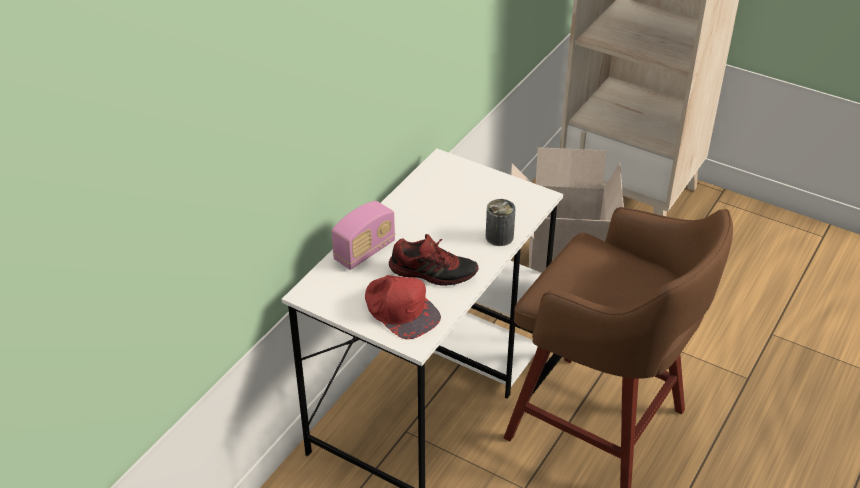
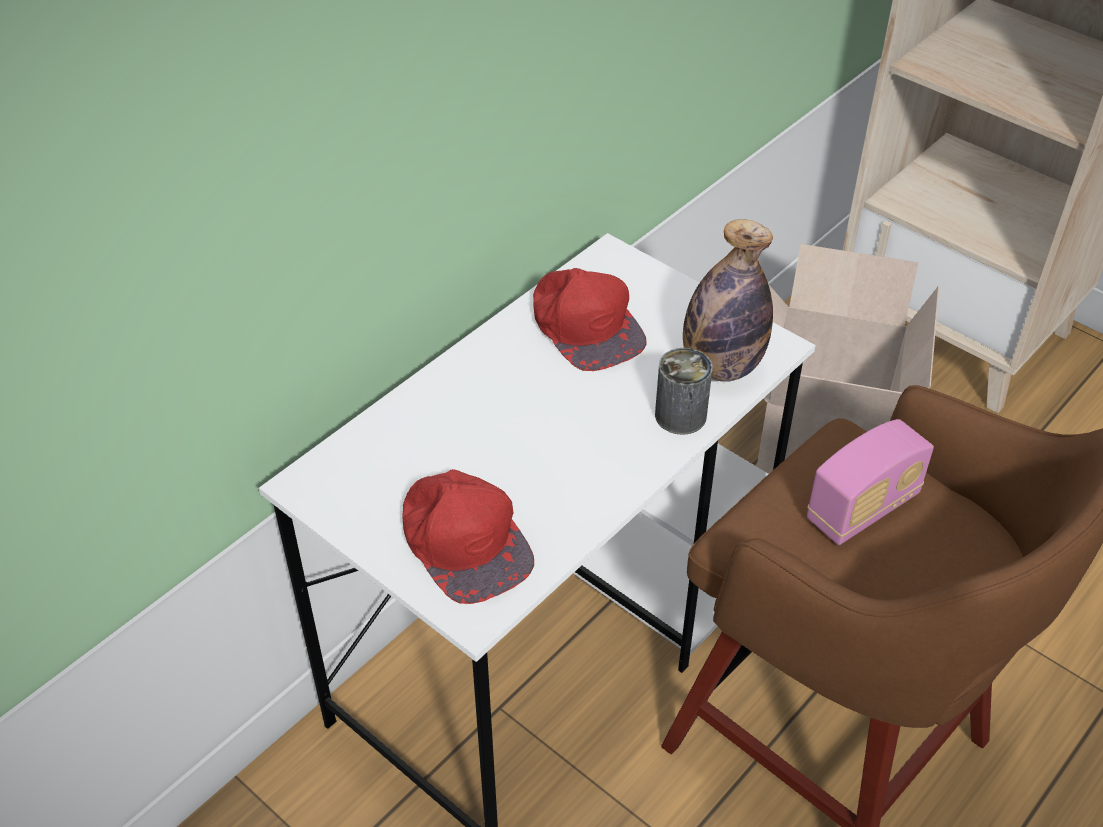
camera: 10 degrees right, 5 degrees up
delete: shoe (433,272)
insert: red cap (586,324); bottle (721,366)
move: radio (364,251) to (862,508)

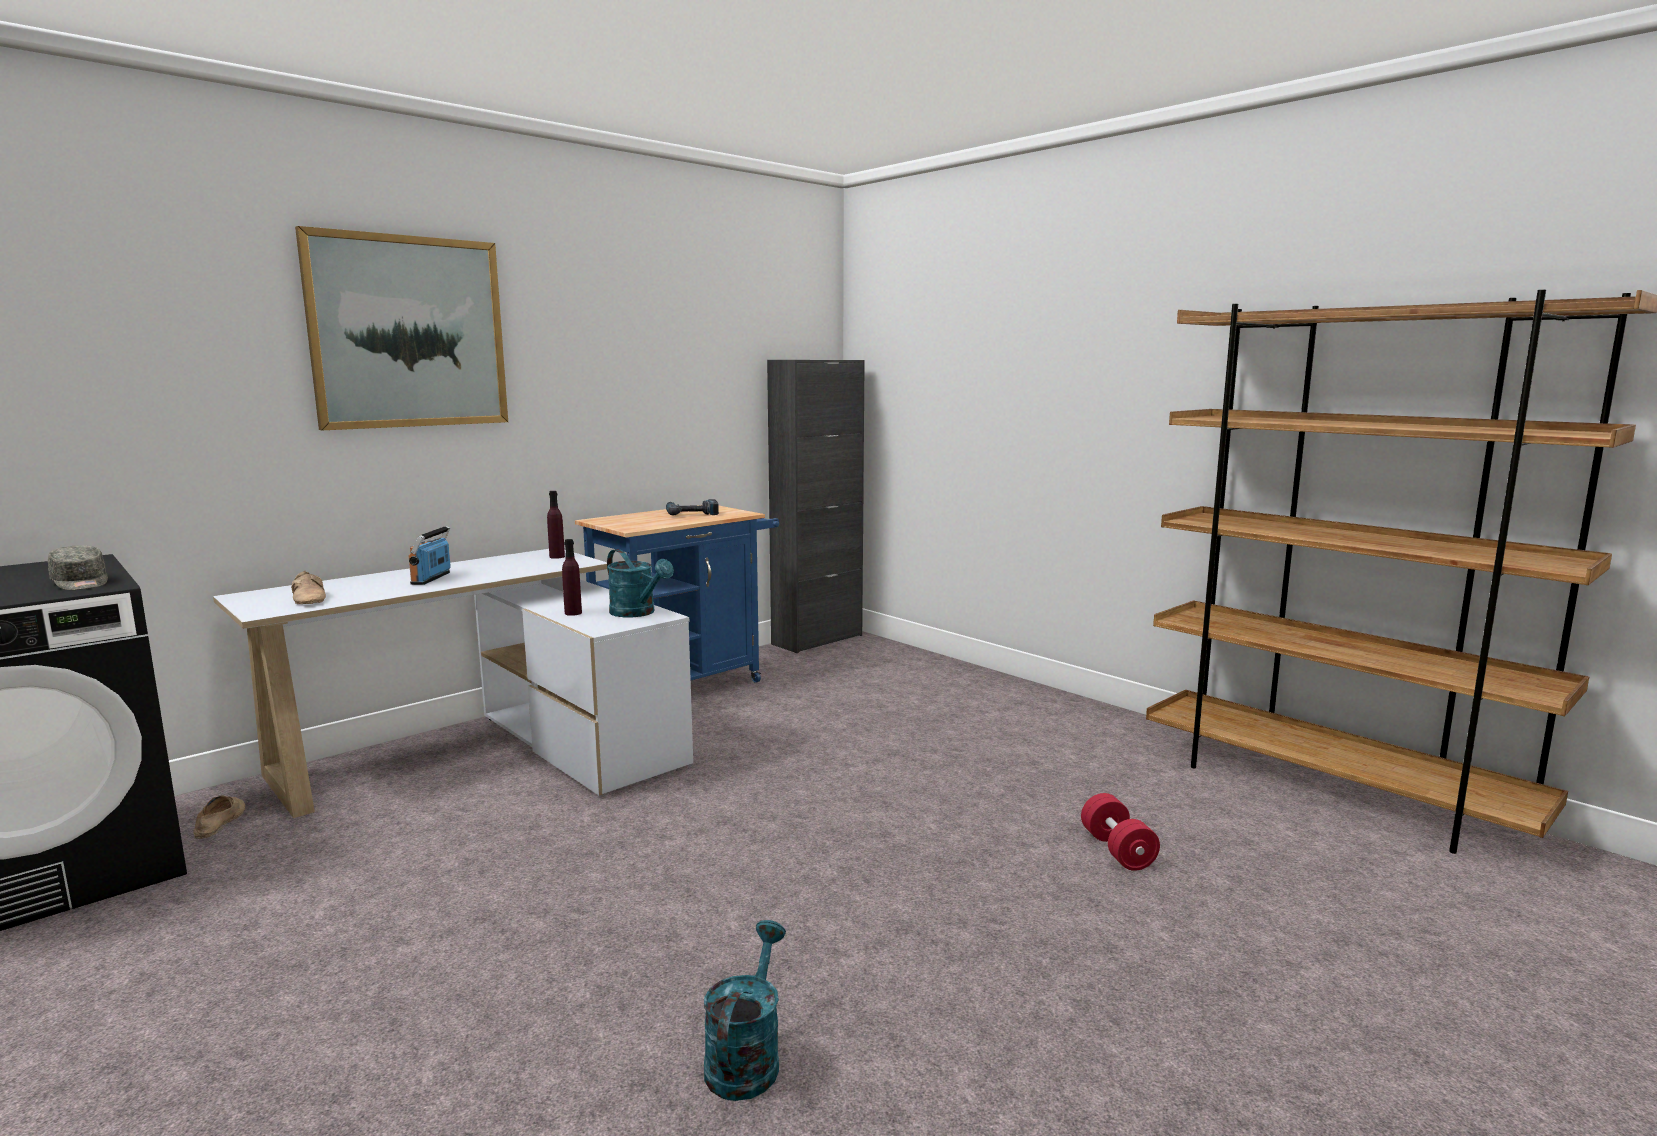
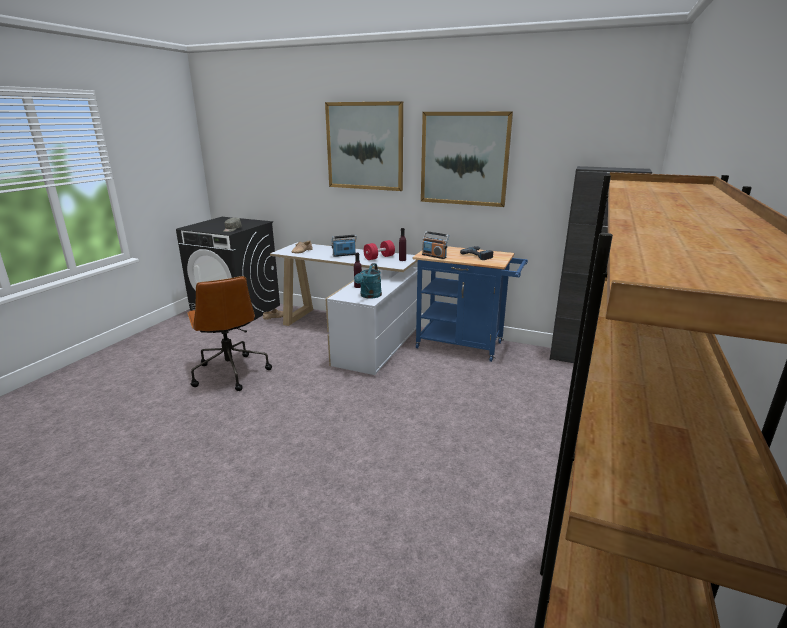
camera: 65 degrees right, 10 degrees up
delete: turquoise watering can (746,1058)
insert: brown office chair (230,372); picture (464,159); radio (434,256)
move: red dumbbell (1117,850) to (379,257)

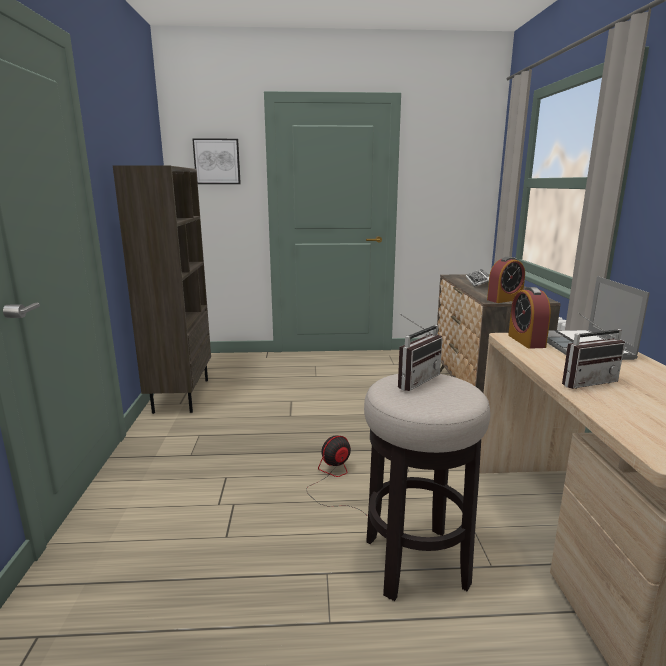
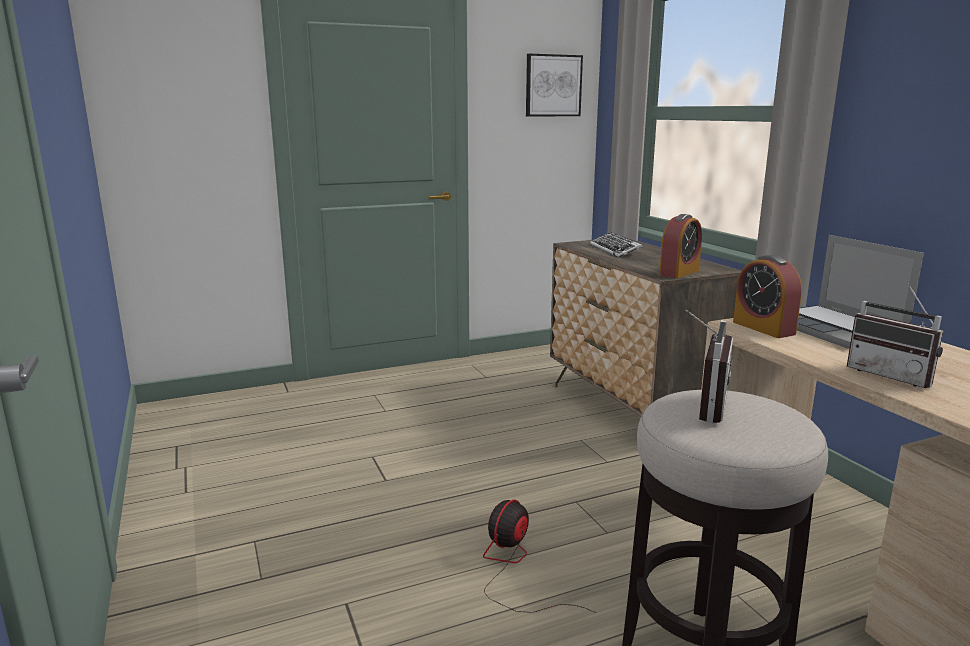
camera: 20 degrees left, 0 degrees up
delete: brown bookcase (181,395)
move: picture (217,161) to (553,85)
rotate: radio (584,381) = (893,375) 90 degrees clockwise

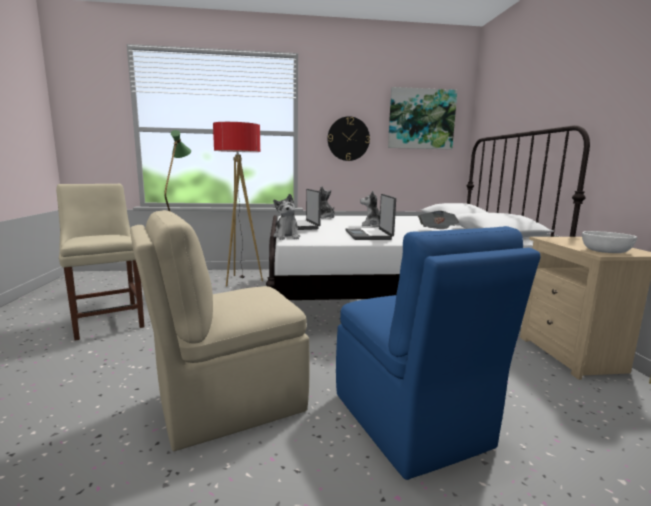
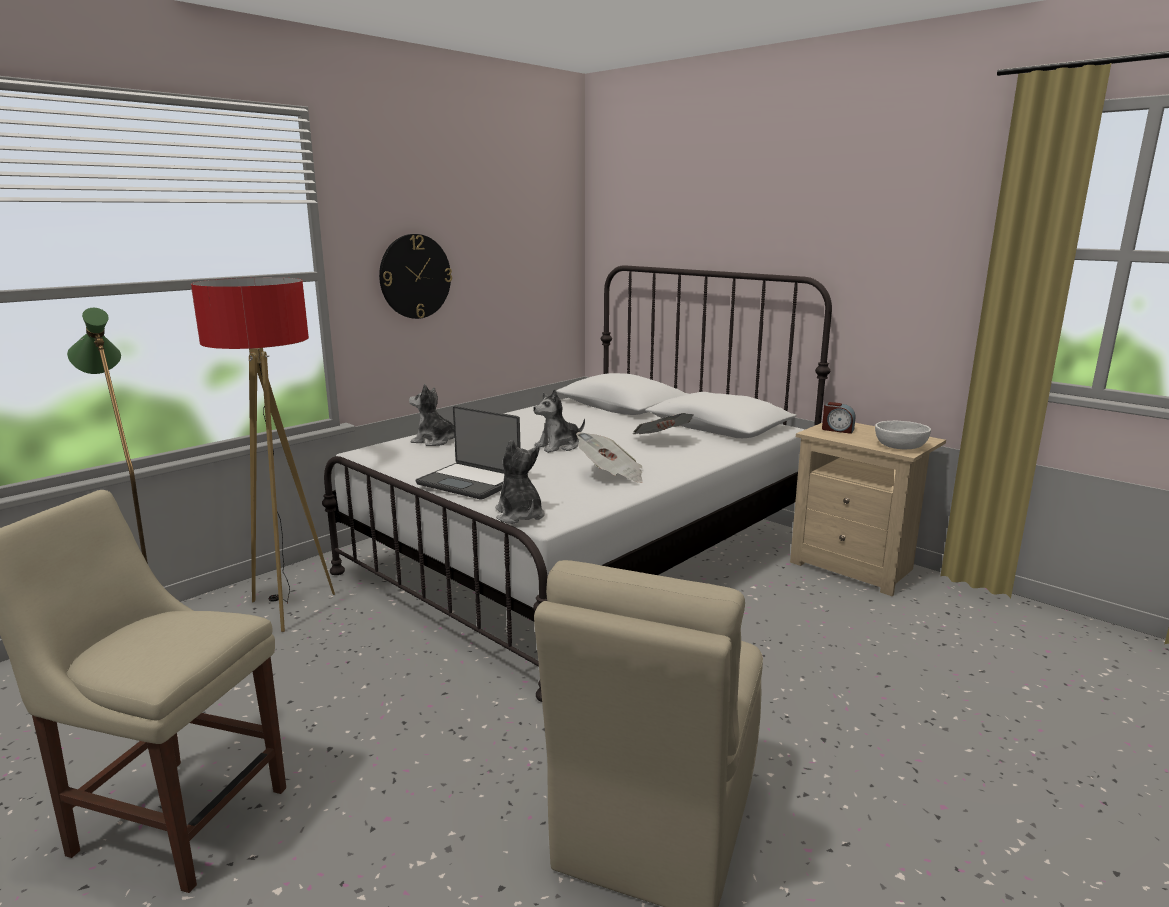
camera: 40 degrees left, 5 degrees up
delete: blue chair (411,422); picture (421,119)
insert: alarm clock (837,430)
replace: laptop (369,235) to newspaper (611,475)
rotate: plush toy (287,237) = (519,515) 150 degrees counterclockwise

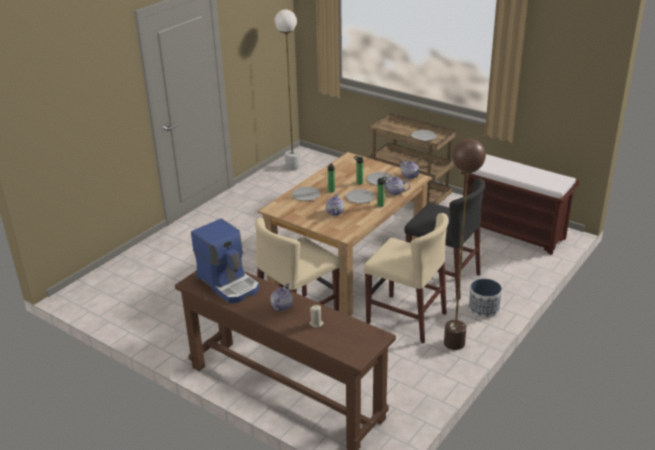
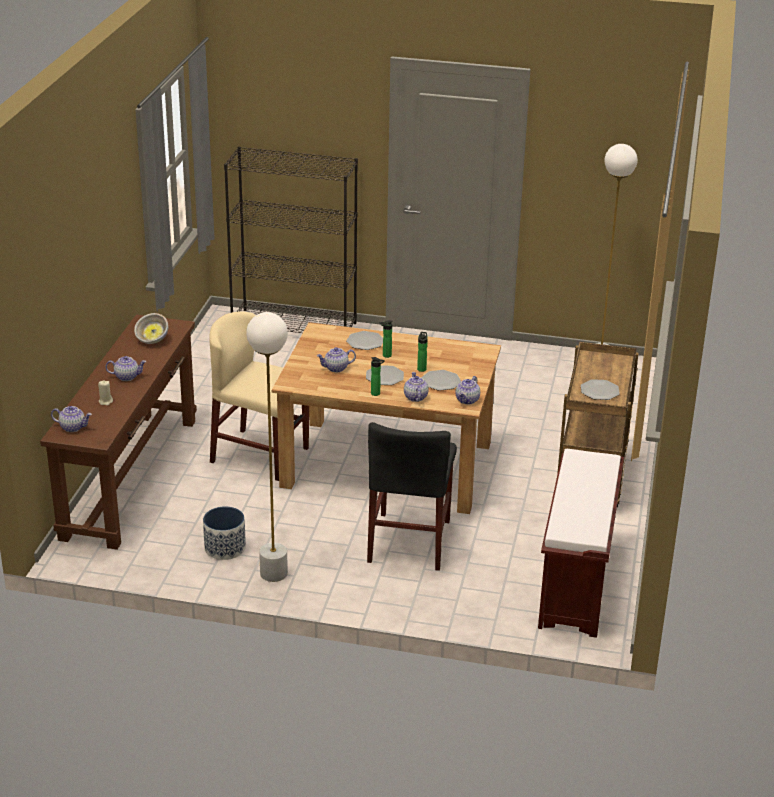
camera: 65 degrees right, 0 degrees up
delete: beige chair (406,318)
insert: teapot (73,427); black bookcase (295,326)
move: planter (484,309) to (225,548)
replace: coffee machine (229,283) to bowl (152,340)
recolor: brown floor lamp (454,343) to white floor lamp (273,573)

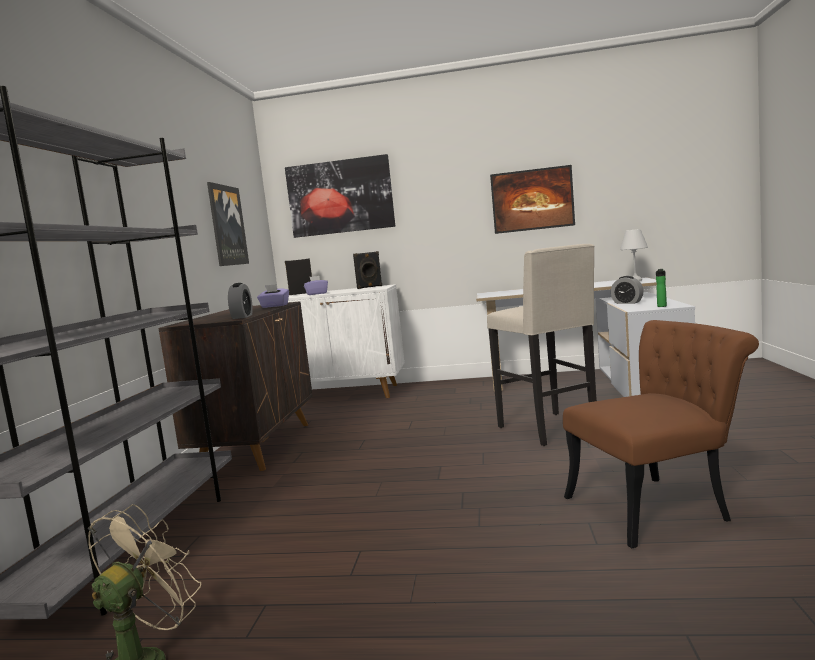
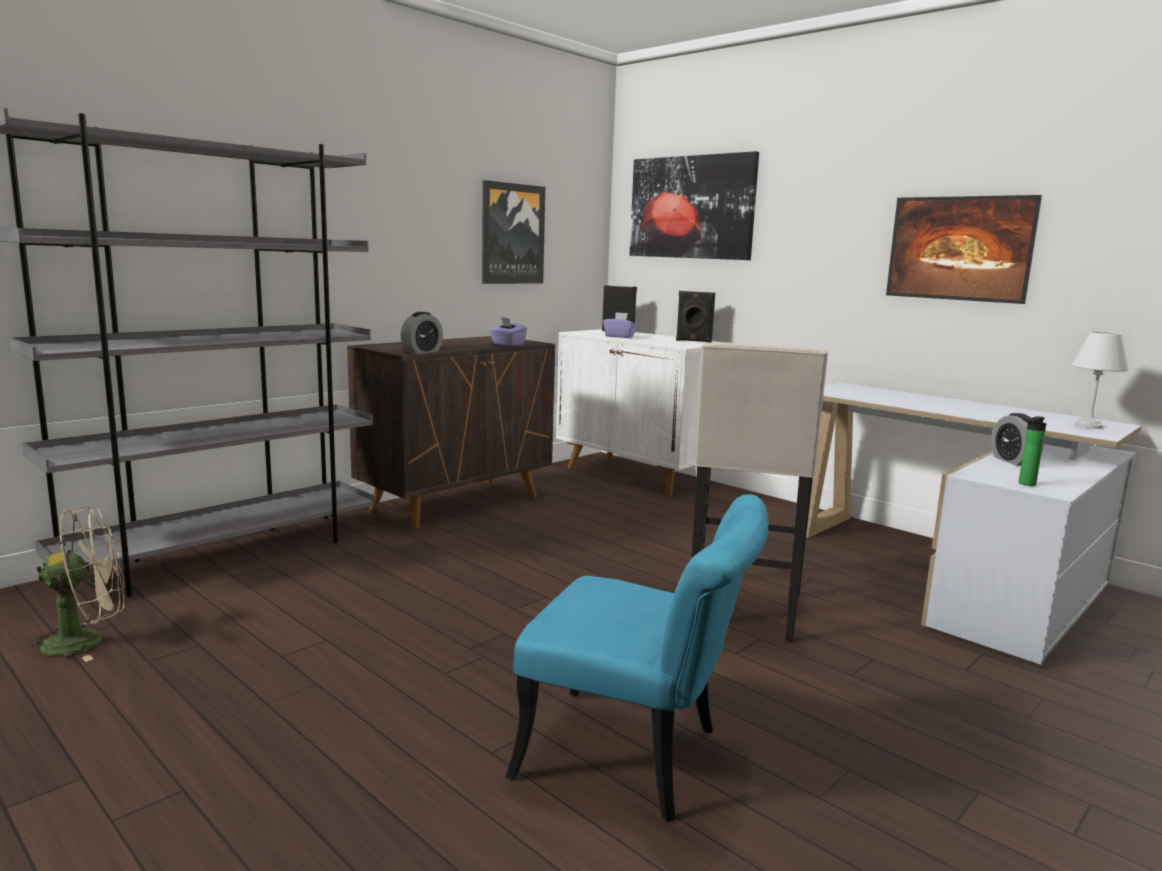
camera: 35 degrees right, 5 degrees up
recolor: brown chair (658,506) to turquoise chair (639,757)

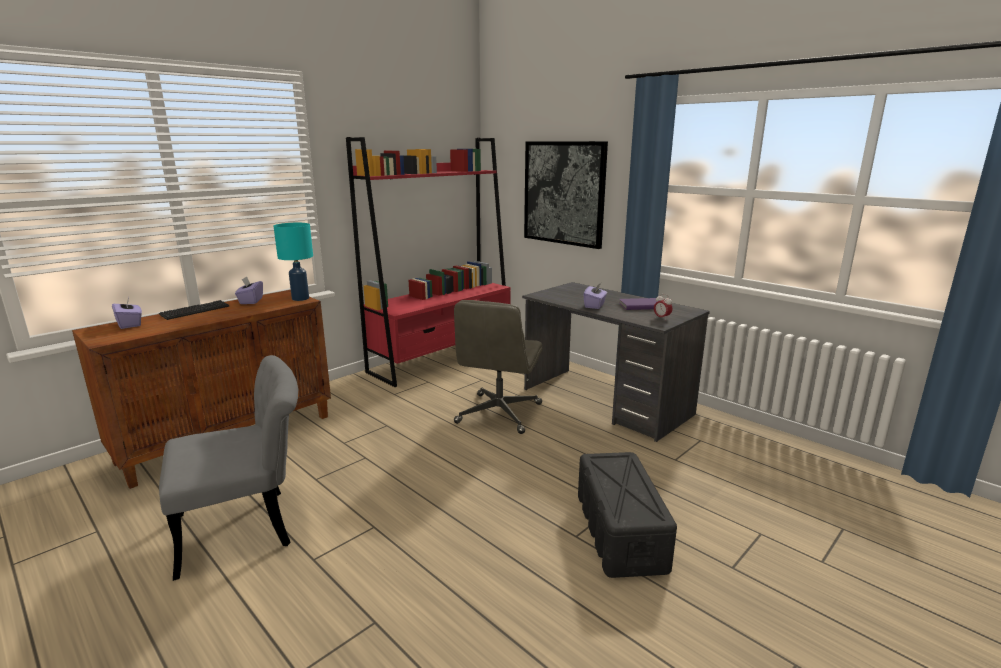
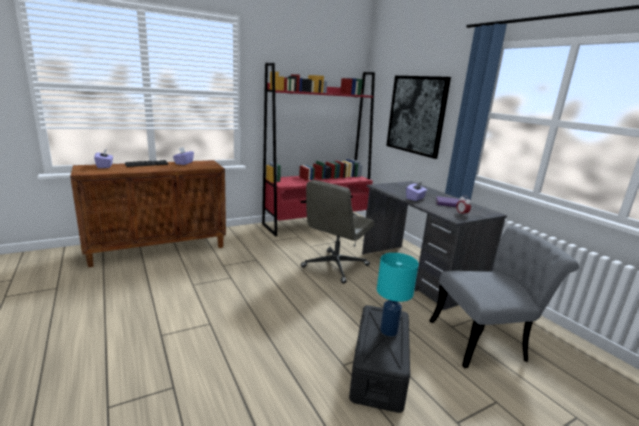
camera: 15 degrees right, 0 degrees up
move: grey chair (248,526) to (485,340); turquoise table lamp (301,298) to (389,330)

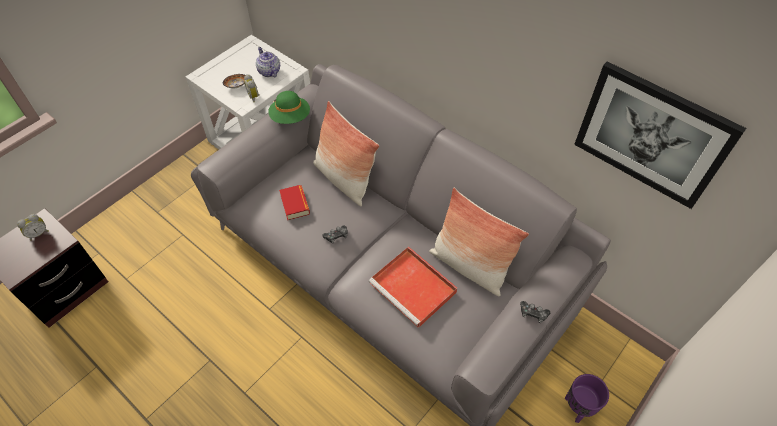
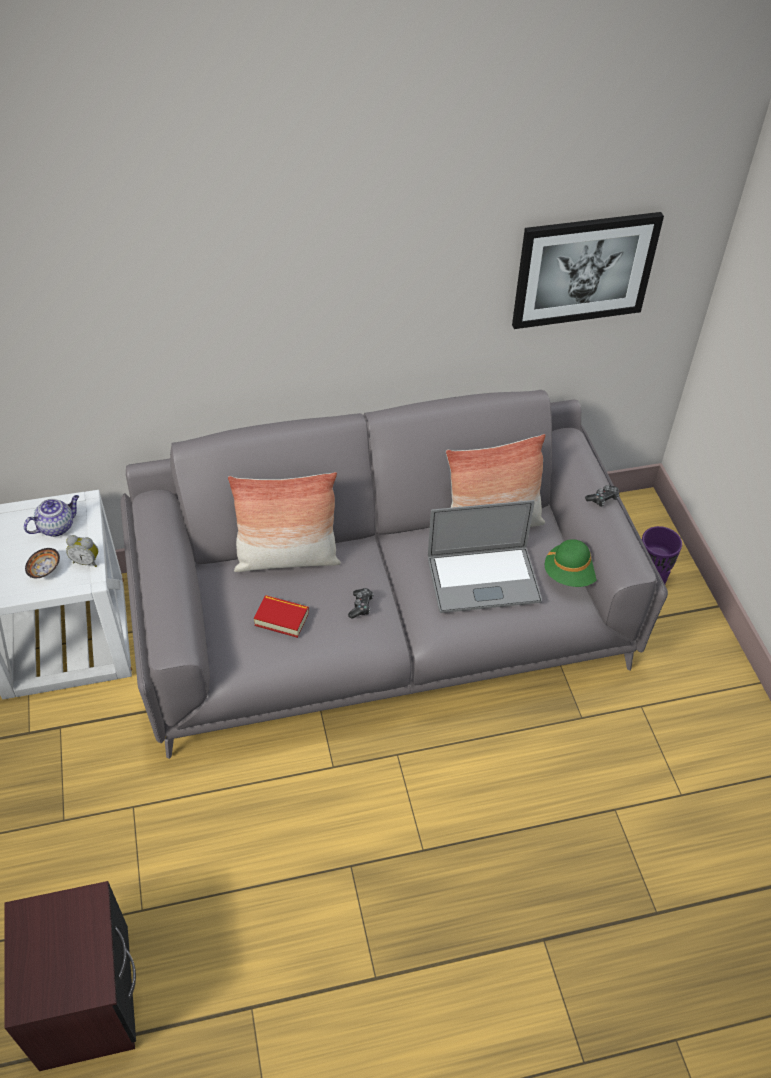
camera: 55 degrees left, 5 degrees down
delete: alarm clock (38,233)
move: green hat (290,117) to (572,574)
replace: red tray (414,288) to laptop (483,579)
rotate: teapot (269,71) = (57,526) 135 degrees clockwise

